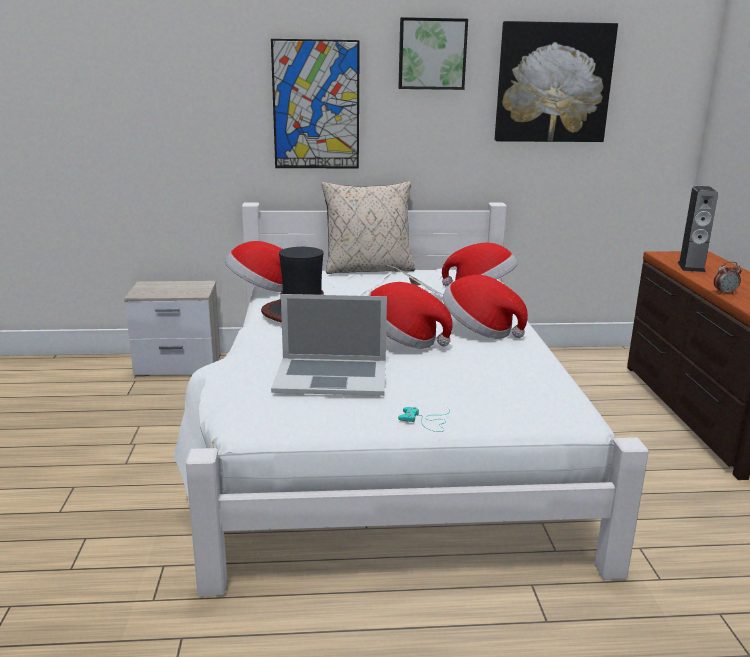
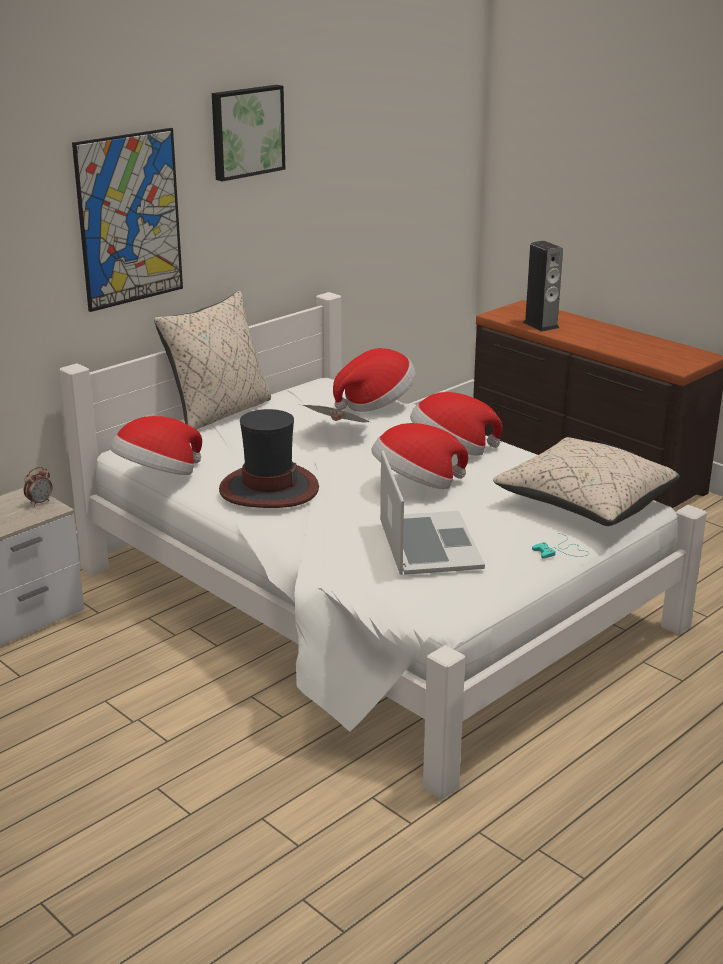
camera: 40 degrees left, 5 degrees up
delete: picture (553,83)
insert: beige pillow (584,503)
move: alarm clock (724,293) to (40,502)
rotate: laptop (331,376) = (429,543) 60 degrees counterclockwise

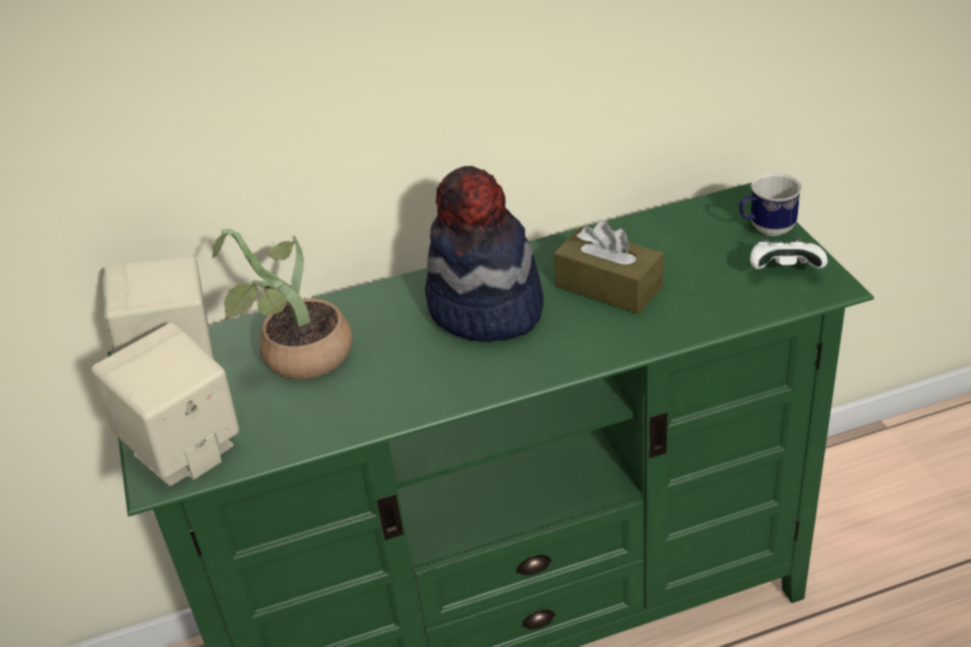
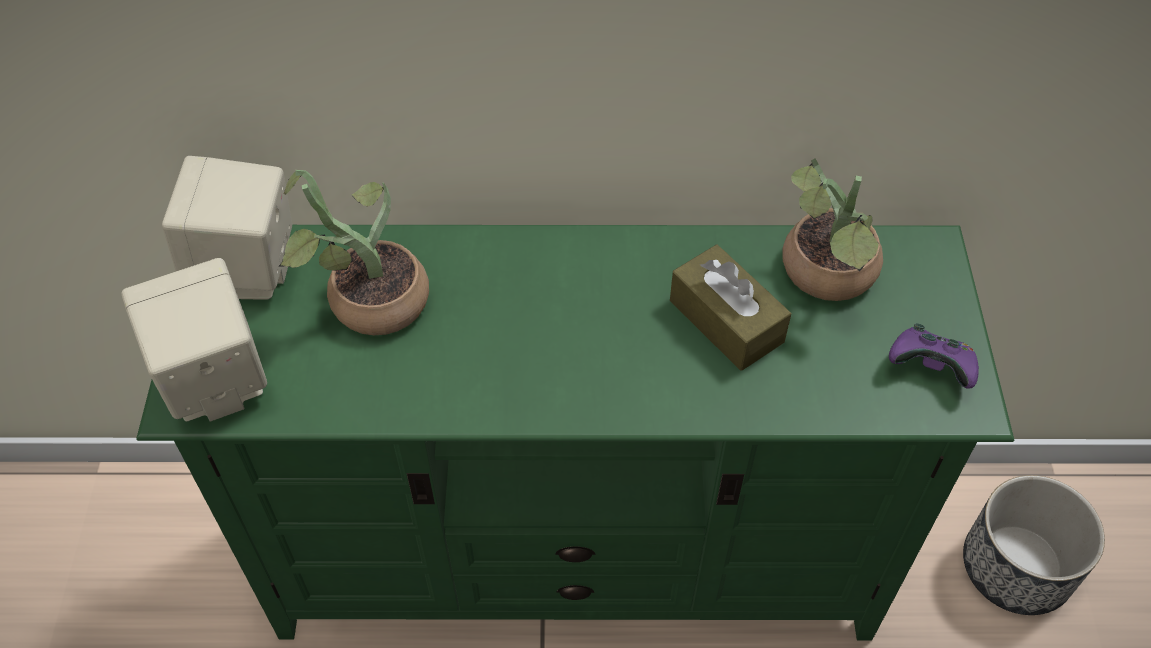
camera: 15 degrees right, 15 degrees up
delete: hat (485,309); mug (766,230)
insert: potted plant (825,278); planter (1016,566)
recolor: white game controller (785,270) to purple game controller (930,368)

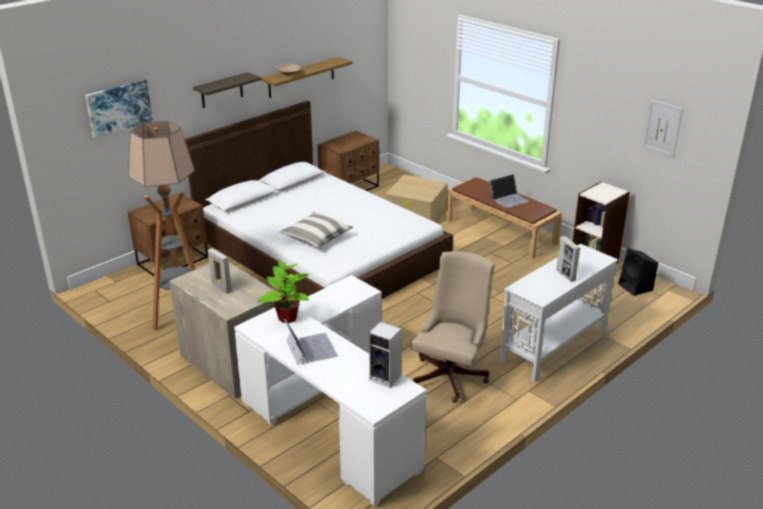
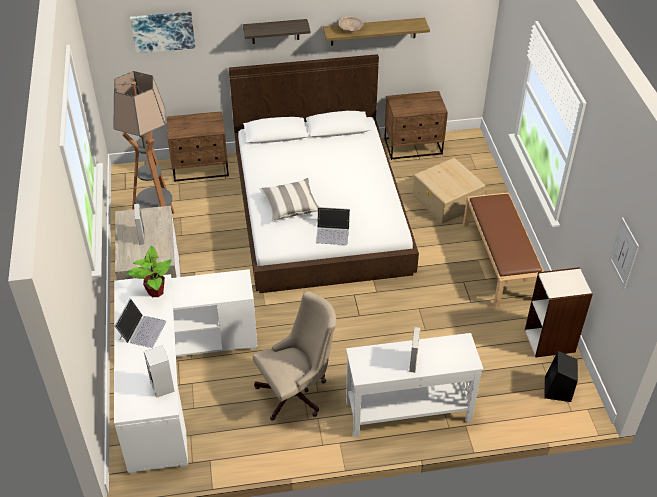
camera: 35 degrees right, 15 degrees up
move: laptop (509,199) to (332,232)

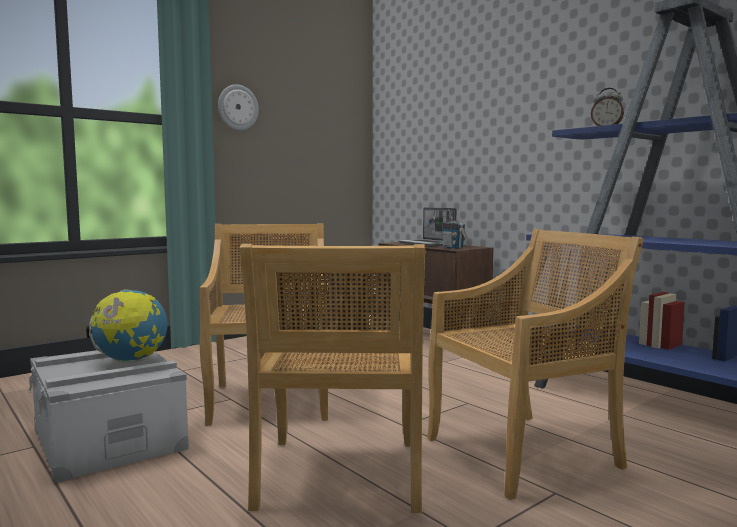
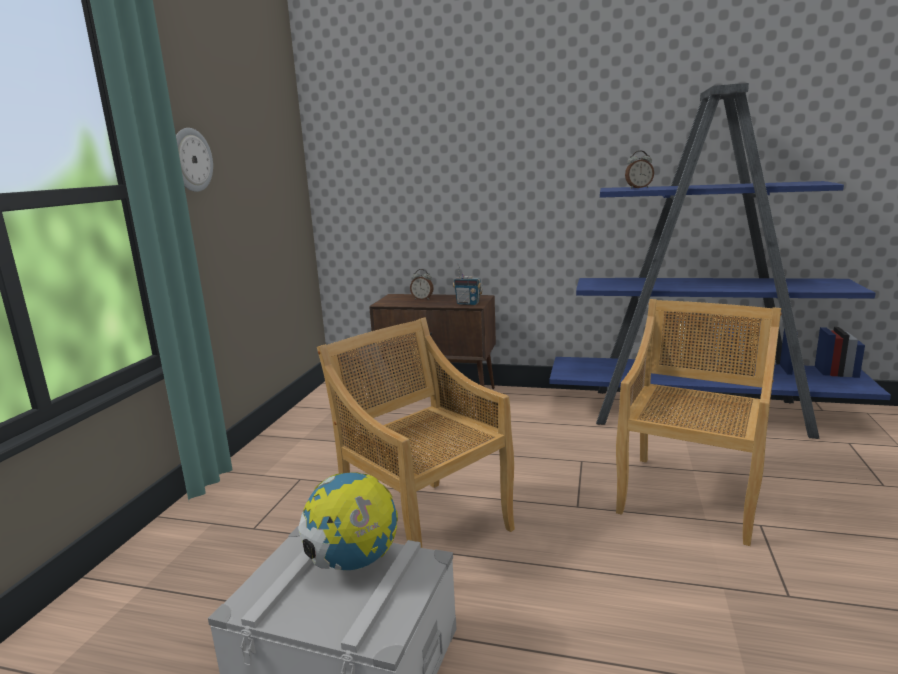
camera: 35 degrees left, 10 degrees up
delete: beige chair (340,476)
replace: laptop (427,244) to alarm clock (422,299)

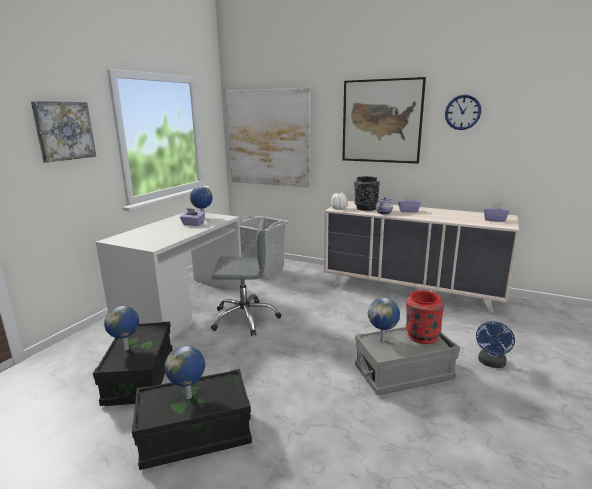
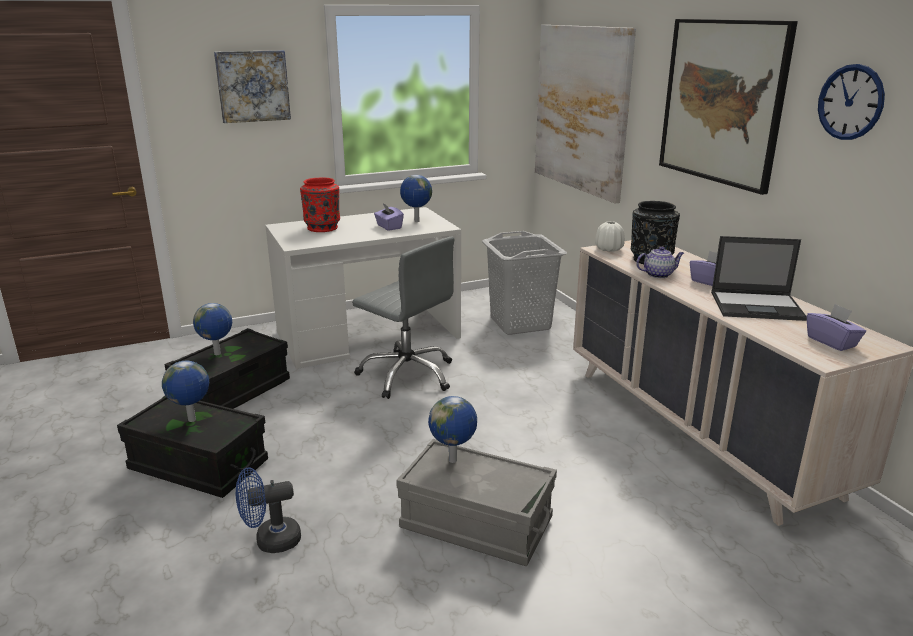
camera: 40 degrees right, 5 degrees up
insert: laptop (757,306)
move: red vase (421,336) to (322,227); blue fan (491,363) to (270,541)

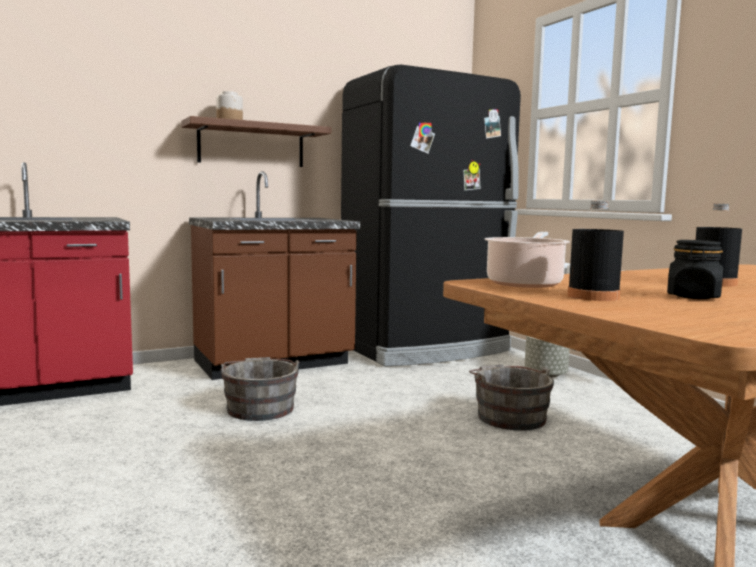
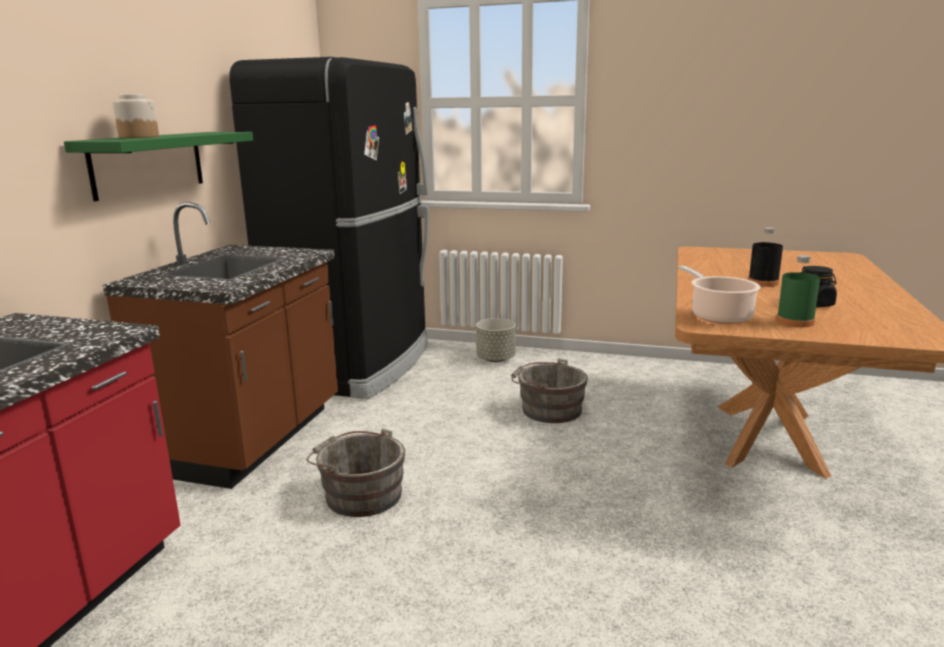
camera: 45 degrees left, 10 degrees up
recolor: brown shelf (251,145) to green shelf (148,164); black bottle (593,296) to green bottle (795,321)

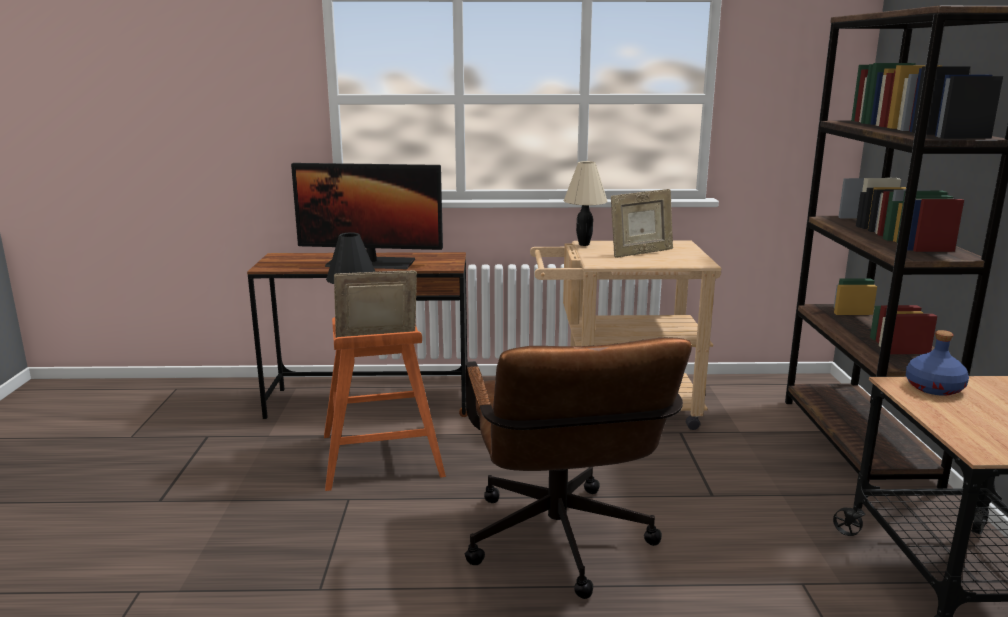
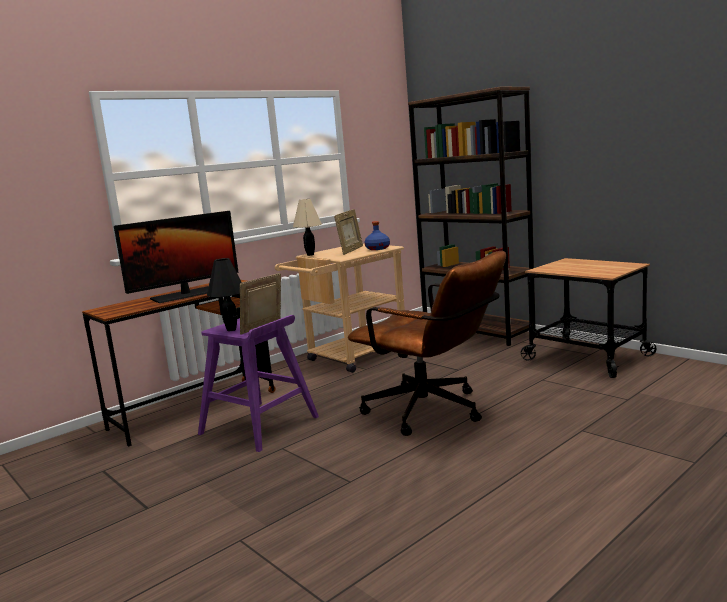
camera: 40 degrees left, 5 degrees down
move: blue bottle (934,388) to (378,248)
recolor: orange stool (381,456) to purple stool (260,426)

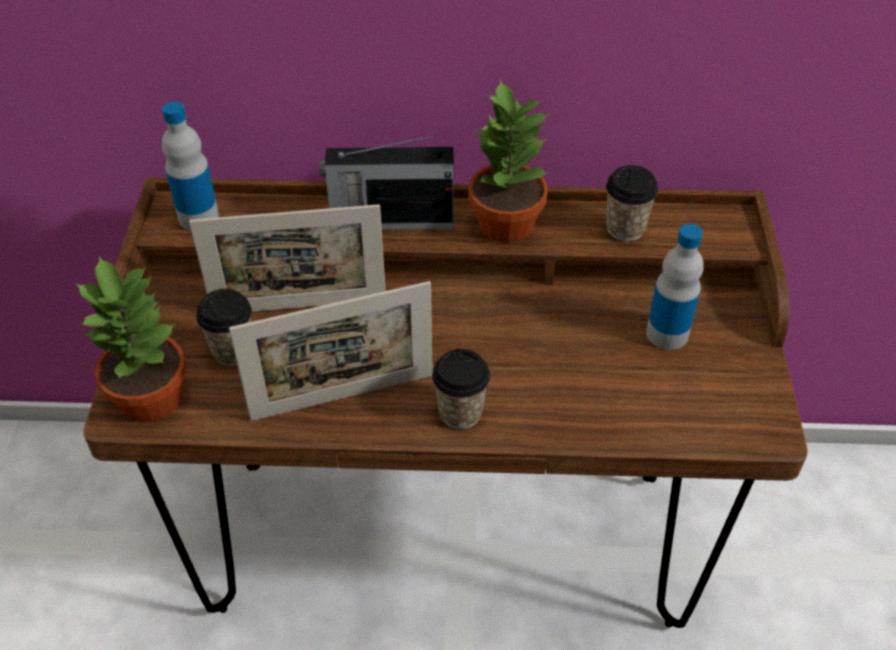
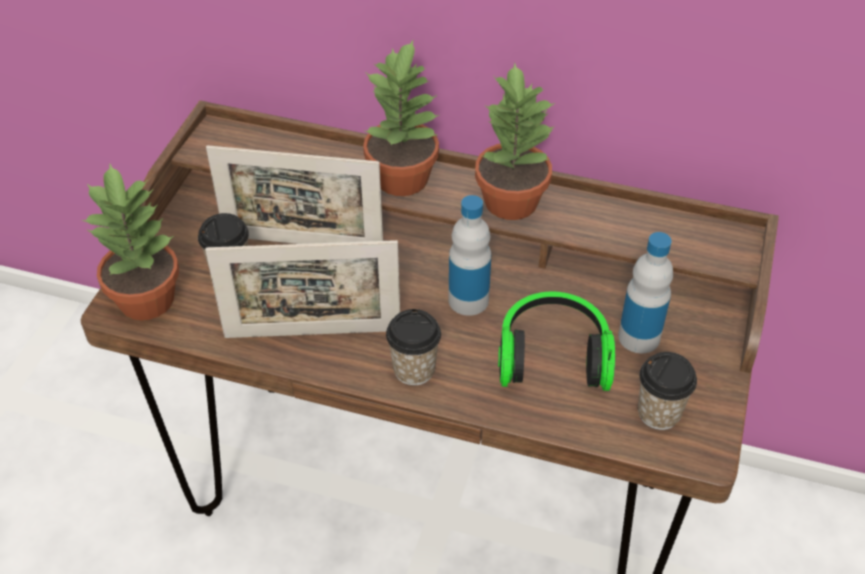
camera: 15 degrees right, 0 degrees up
insert: headphones (553,355)
move: bottle (198,217) to (468,300); cup (625,228) to (658,413)
replace: radio (390,220) to potted plant (403,178)

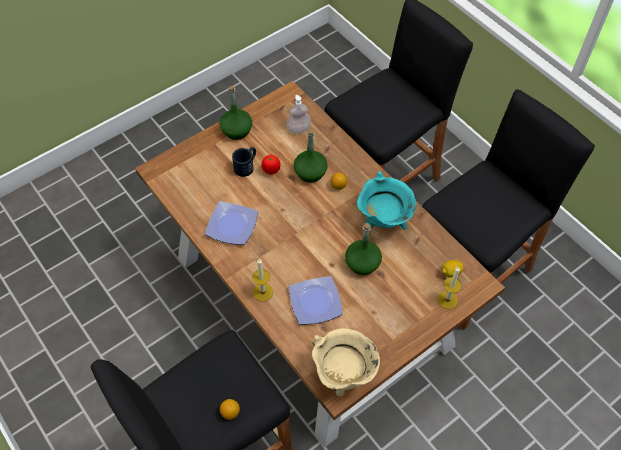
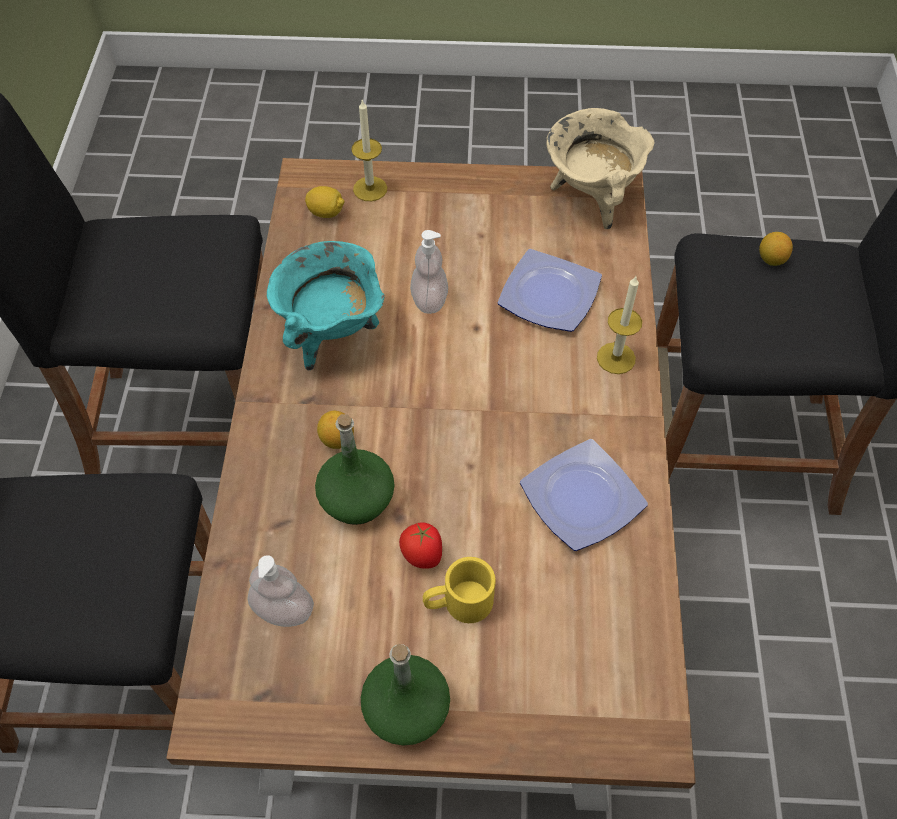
camera: 140 degrees left, 0 degrees up
replace: green bottle (362,263) to soap dispenser (429,300)
recolor: black mug (246,166) to yellow mug (458,603)

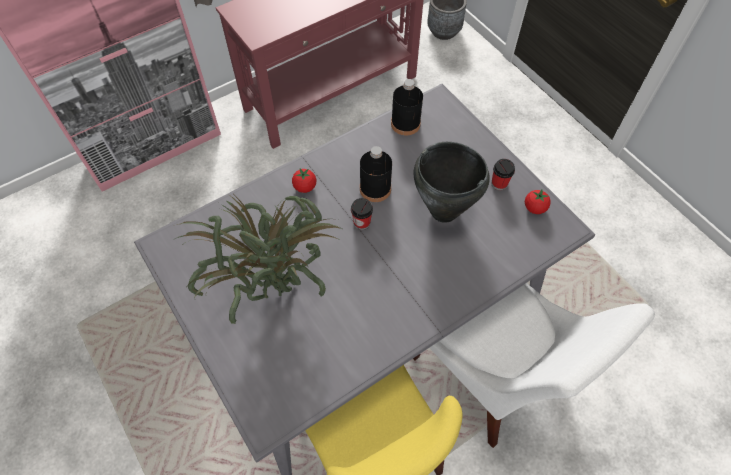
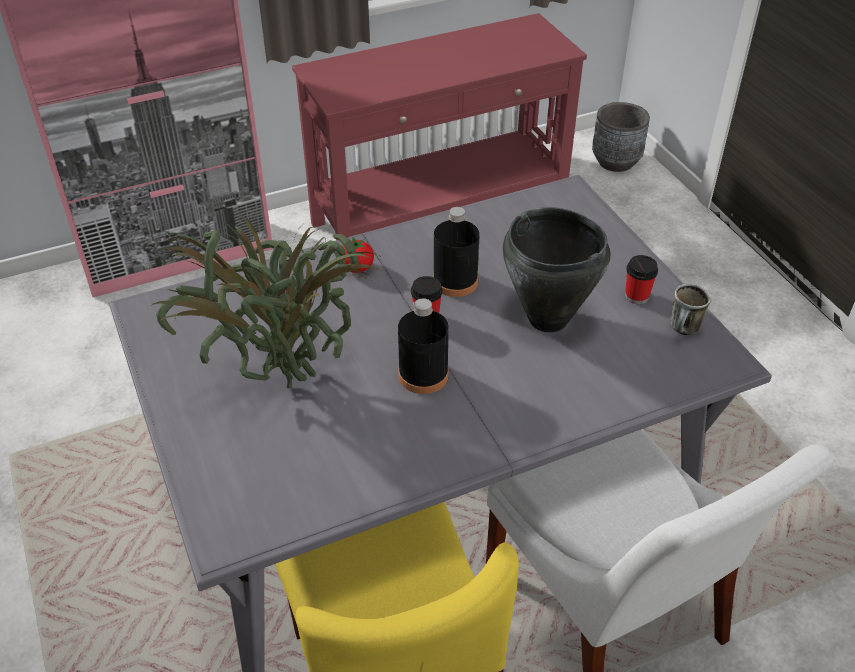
camera: 10 degrees right, 15 degrees down
move: black bottle (405,124) to (423,375)
replace: tomato (534,208) to mug (684,331)

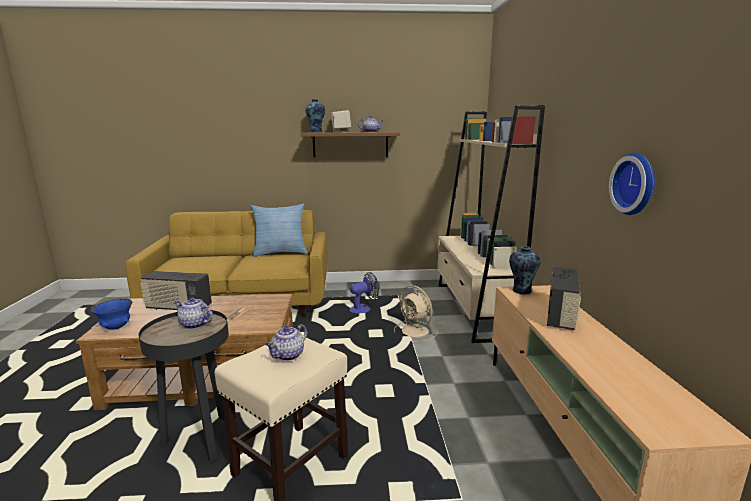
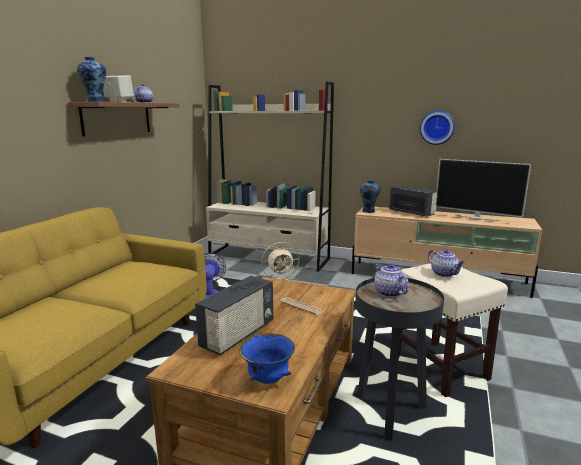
camera: 65 degrees left, 0 degrees up
delete: pillow (280,253)
insert: television (476,218)
rotate: teapot (194,324) = (388,292) 105 degrees clockwise

